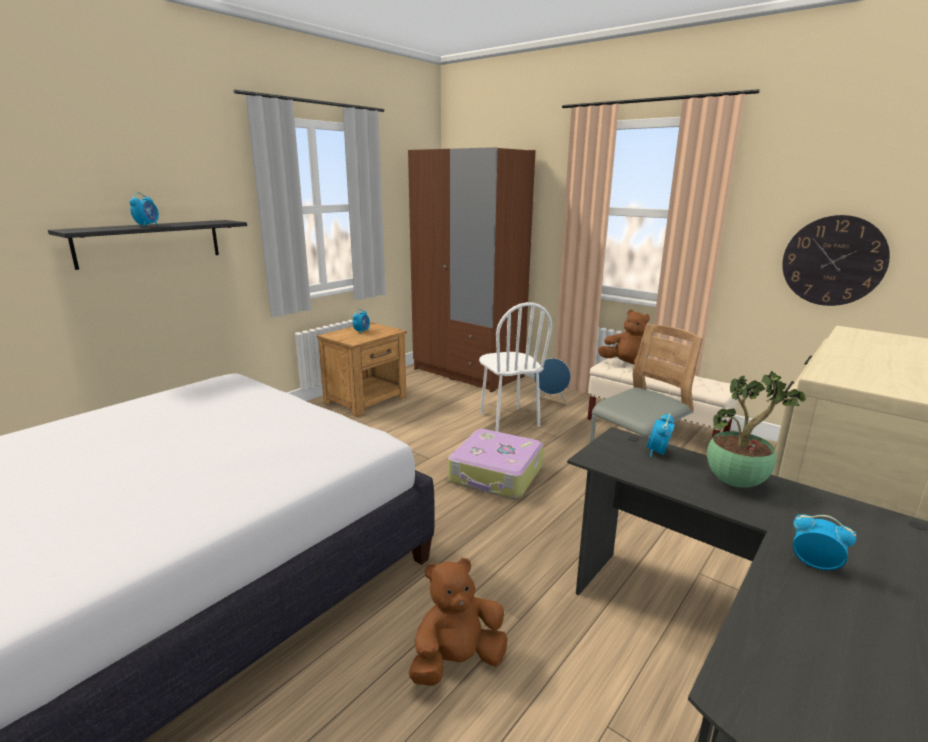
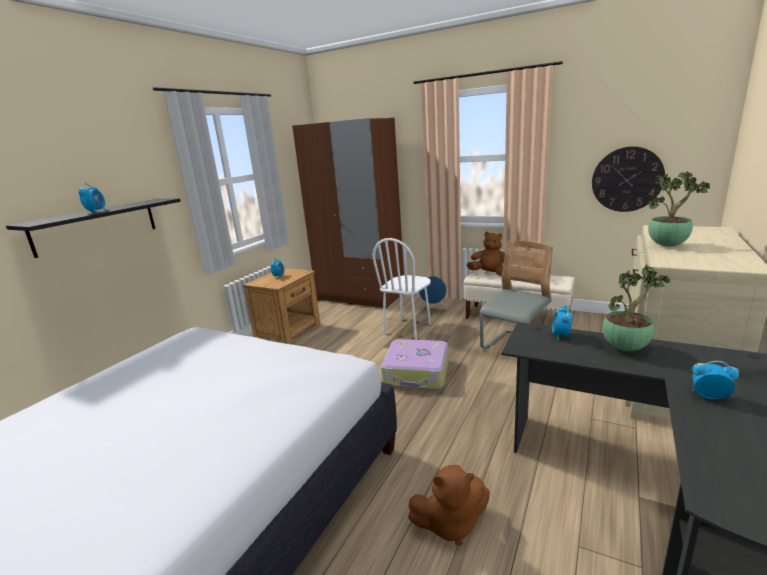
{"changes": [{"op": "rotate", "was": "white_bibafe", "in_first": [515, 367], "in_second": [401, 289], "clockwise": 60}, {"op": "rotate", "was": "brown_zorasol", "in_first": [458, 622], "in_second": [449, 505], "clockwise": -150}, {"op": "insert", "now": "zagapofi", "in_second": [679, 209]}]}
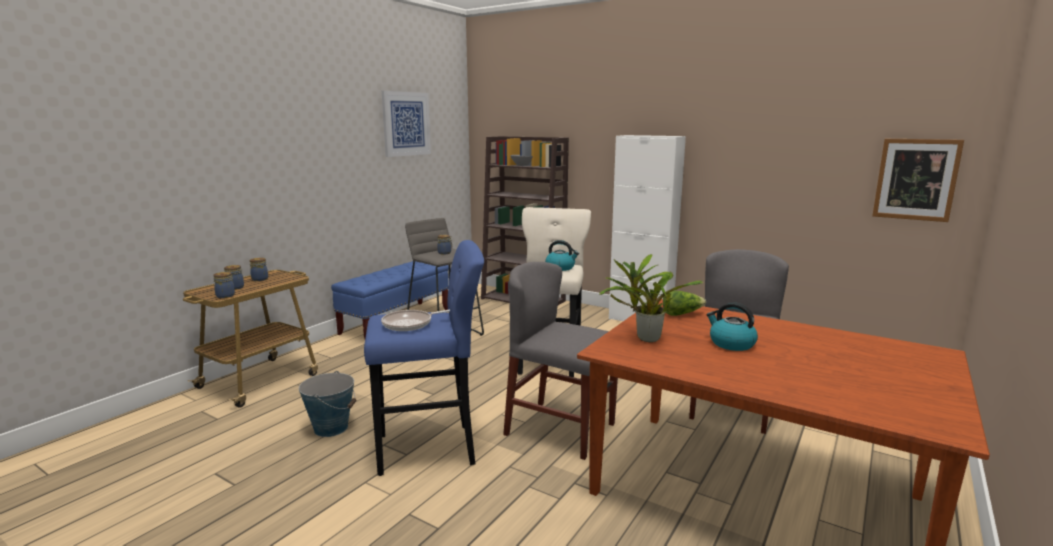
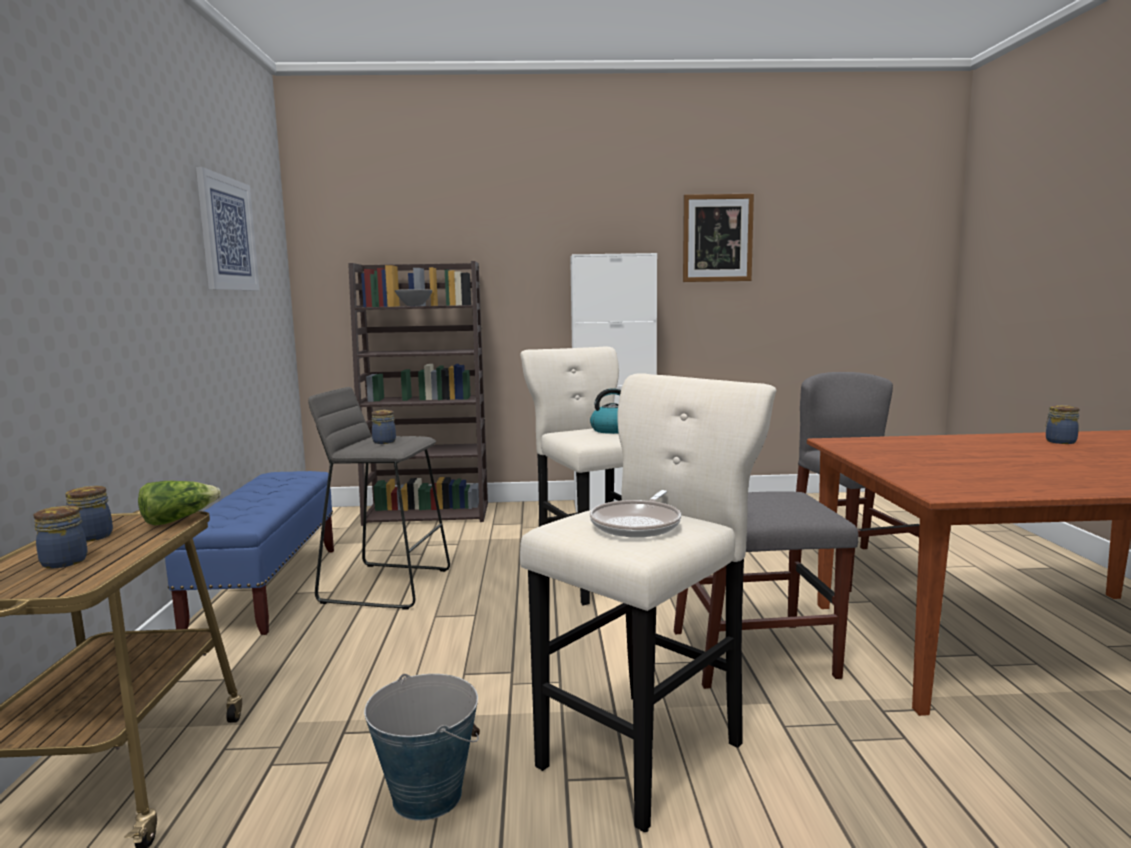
{"changes": [{"op": "move", "was": "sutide", "in_first": [918, 180], "in_second": [718, 238]}, {"op": "recolor", "was": "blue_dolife", "now": "beige_dolife", "in_first": [424, 358], "in_second": [648, 602]}, {"op": "delete", "was": "zagapofi", "in_first": [651, 298]}, {"op": "move", "was": "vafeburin", "in_first": [224, 285], "in_second": [1063, 424]}, {"op": "move", "was": "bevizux", "in_first": [684, 303], "in_second": [179, 503]}, {"op": "delete", "was": "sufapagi", "in_first": [732, 327]}]}
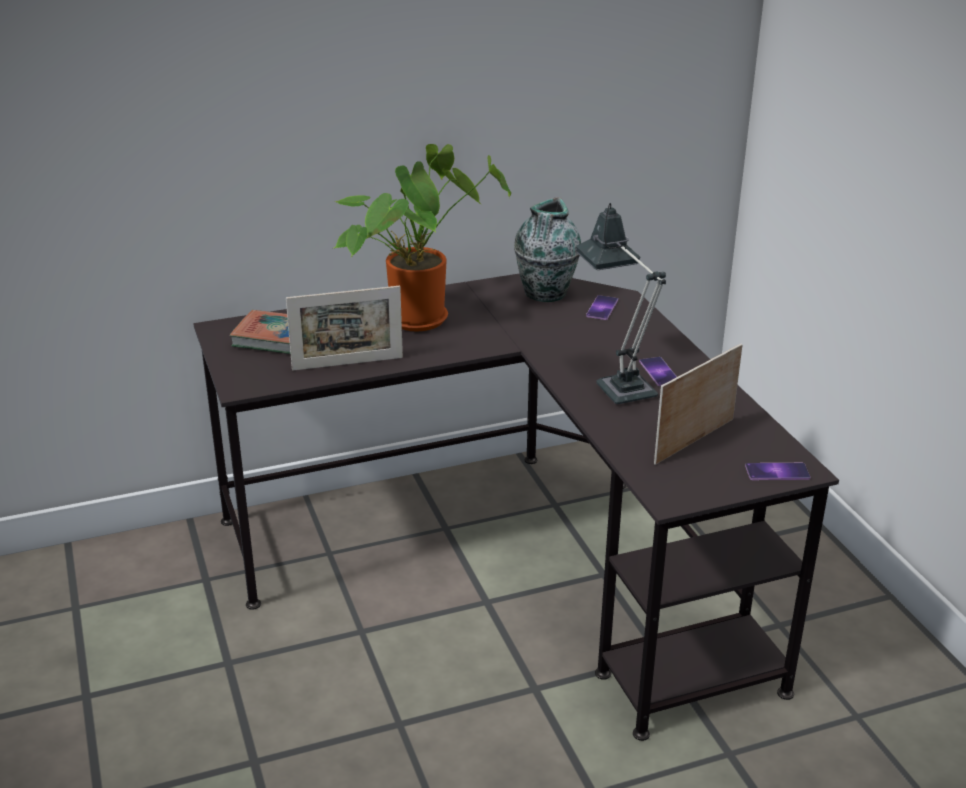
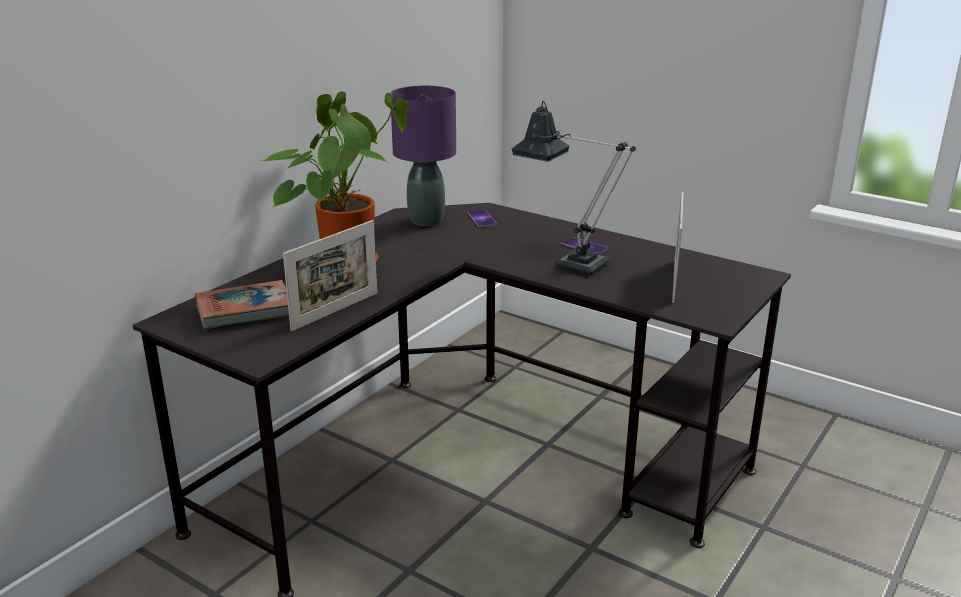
{"changes": [{"op": "replace", "was": "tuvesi", "now": "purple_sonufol", "in_first": [547, 249], "in_second": [423, 156]}, {"op": "delete", "was": "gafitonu", "in_first": [777, 471]}]}
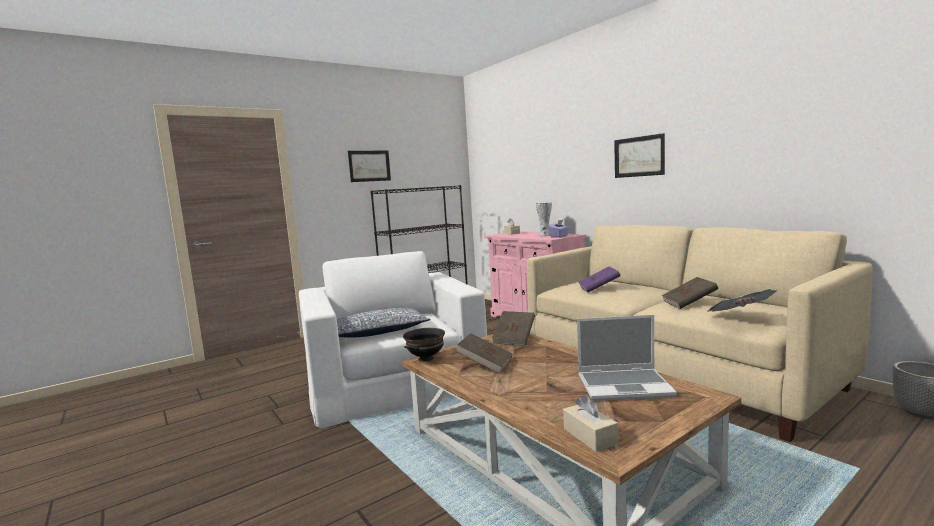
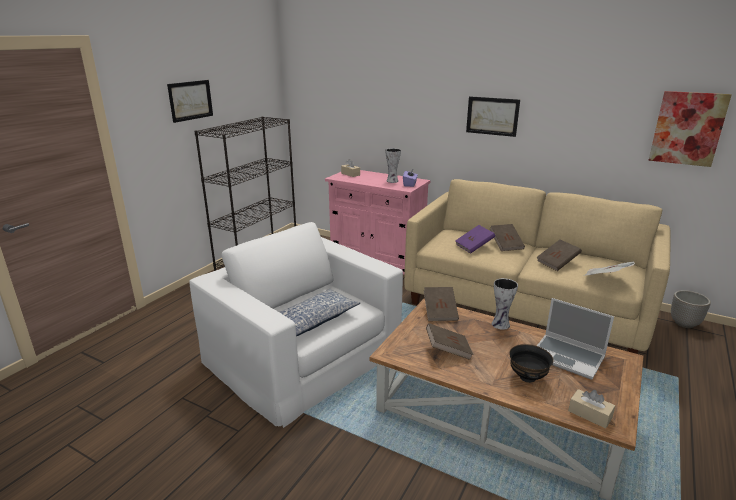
{"changes": [{"op": "rotate", "was": "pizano", "in_first": [627, 358], "in_second": [575, 338], "clockwise": 60}, {"op": "move", "was": "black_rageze", "in_first": [424, 345], "in_second": [531, 363]}, {"op": "insert", "now": "sutide", "in_second": [690, 129]}, {"op": "insert", "now": "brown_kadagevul", "in_second": [507, 237]}, {"op": "insert", "now": "tuvesi", "in_second": [505, 304]}]}
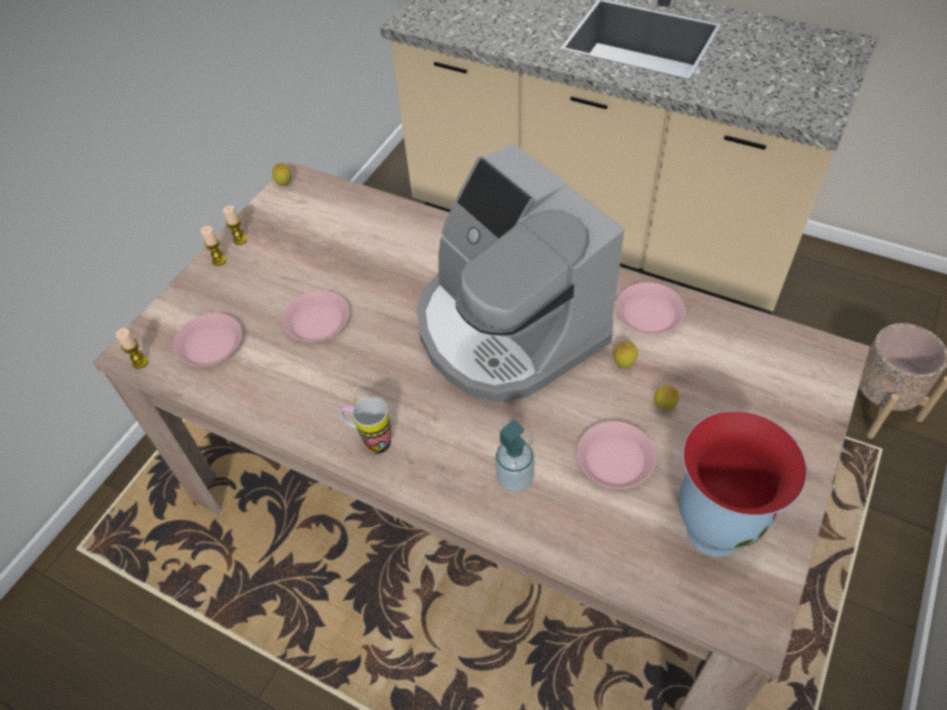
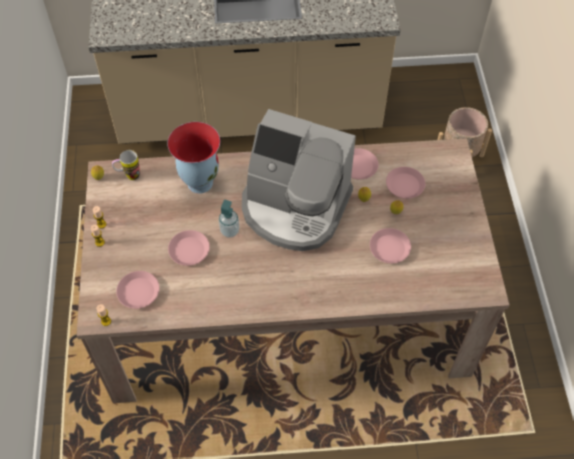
{"changes": [{"op": "move", "was": "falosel", "in_first": [365, 425], "in_second": [126, 165]}, {"op": "move", "was": "tuvesi", "in_first": [743, 483], "in_second": [193, 158]}, {"op": "move", "was": "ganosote", "in_first": [515, 456], "in_second": [229, 219]}, {"op": "insert", "now": "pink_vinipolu", "in_second": [405, 183]}]}
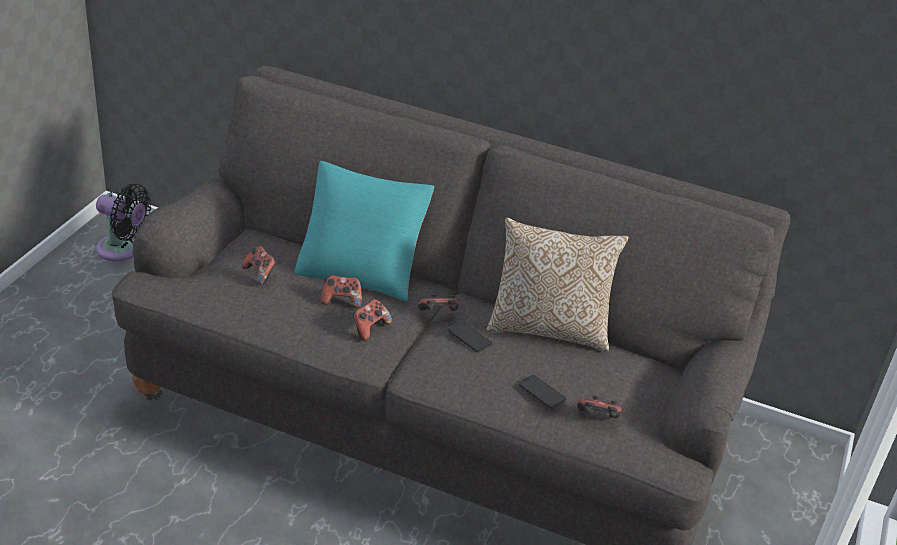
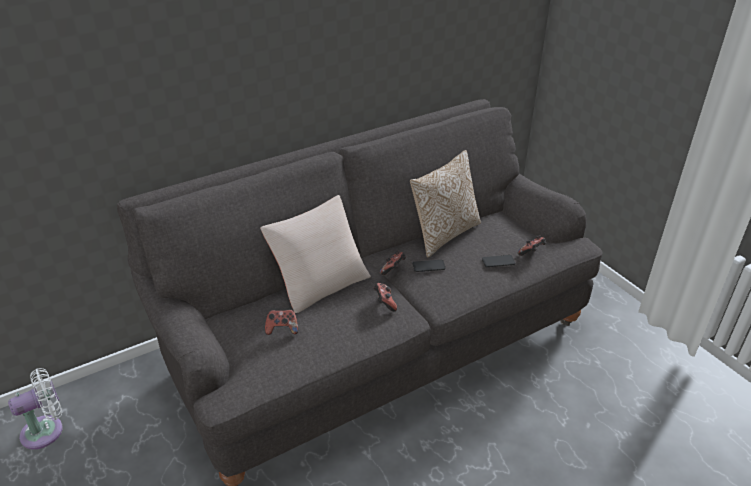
{"changes": [{"op": "recolor", "was": "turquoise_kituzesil", "now": "beige_kituzesil", "in_first": [364, 231], "in_second": [315, 254]}, {"op": "recolor", "was": "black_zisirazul", "now": "white_zisirazul", "in_first": [123, 222], "in_second": [35, 408]}, {"op": "delete", "was": "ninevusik", "in_first": [341, 291]}]}
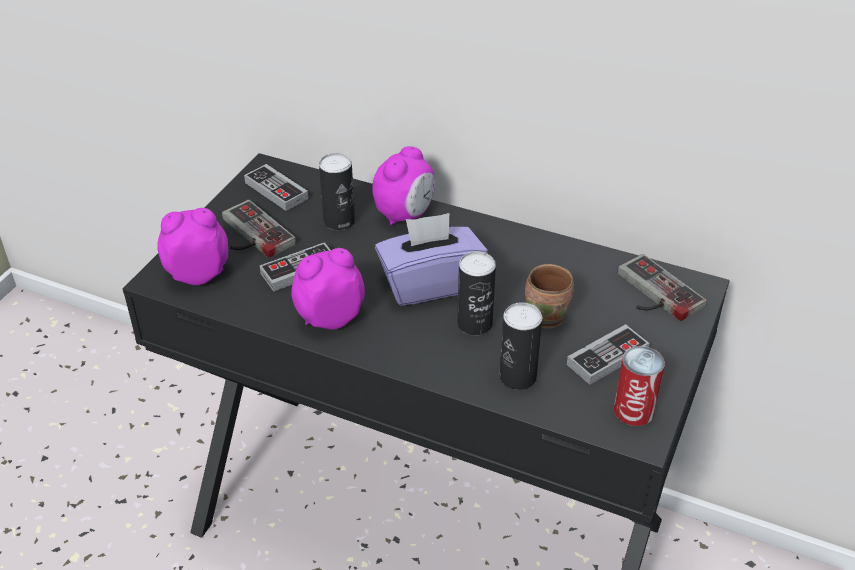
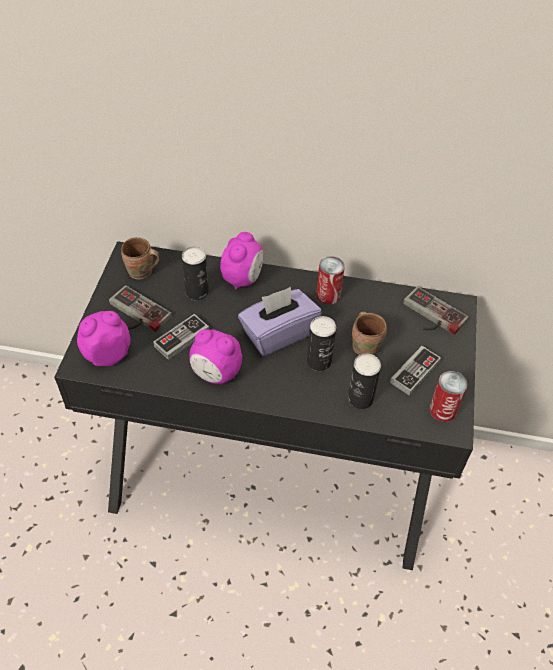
{"changes": [{"op": "replace", "was": "ninevusik", "now": "brown_falosel", "in_first": [276, 187], "in_second": [140, 258]}, {"op": "rotate", "was": "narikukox", "in_first": [328, 288], "in_second": [215, 356], "clockwise": -120}, {"op": "insert", "now": "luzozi", "in_second": [330, 280]}]}
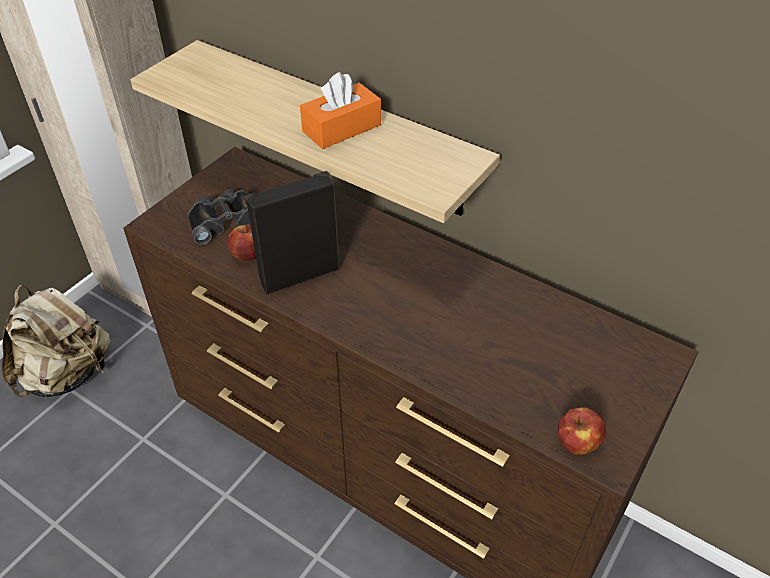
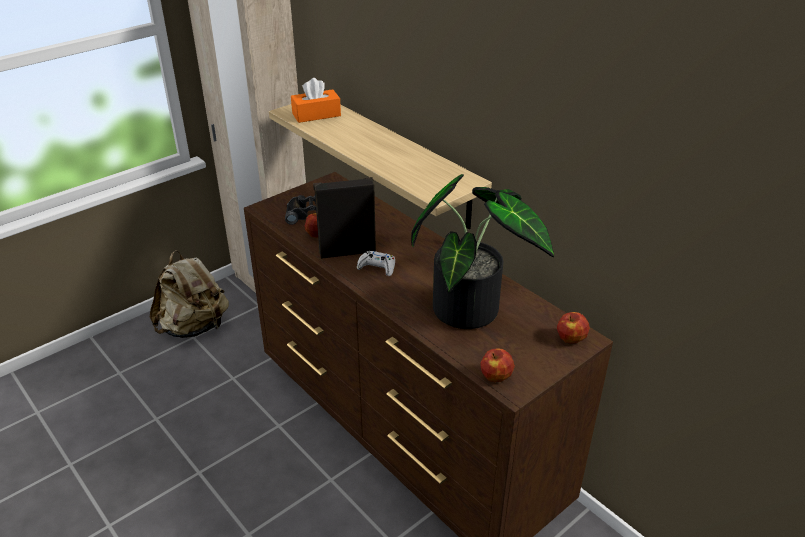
{"changes": [{"op": "move", "was": "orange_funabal", "in_first": [340, 110], "in_second": [316, 100]}, {"op": "insert", "now": "zagapofi", "in_second": [482, 251]}, {"op": "insert", "now": "white_ninevusik", "in_second": [376, 263]}, {"op": "insert", "now": "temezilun", "in_second": [573, 328]}]}
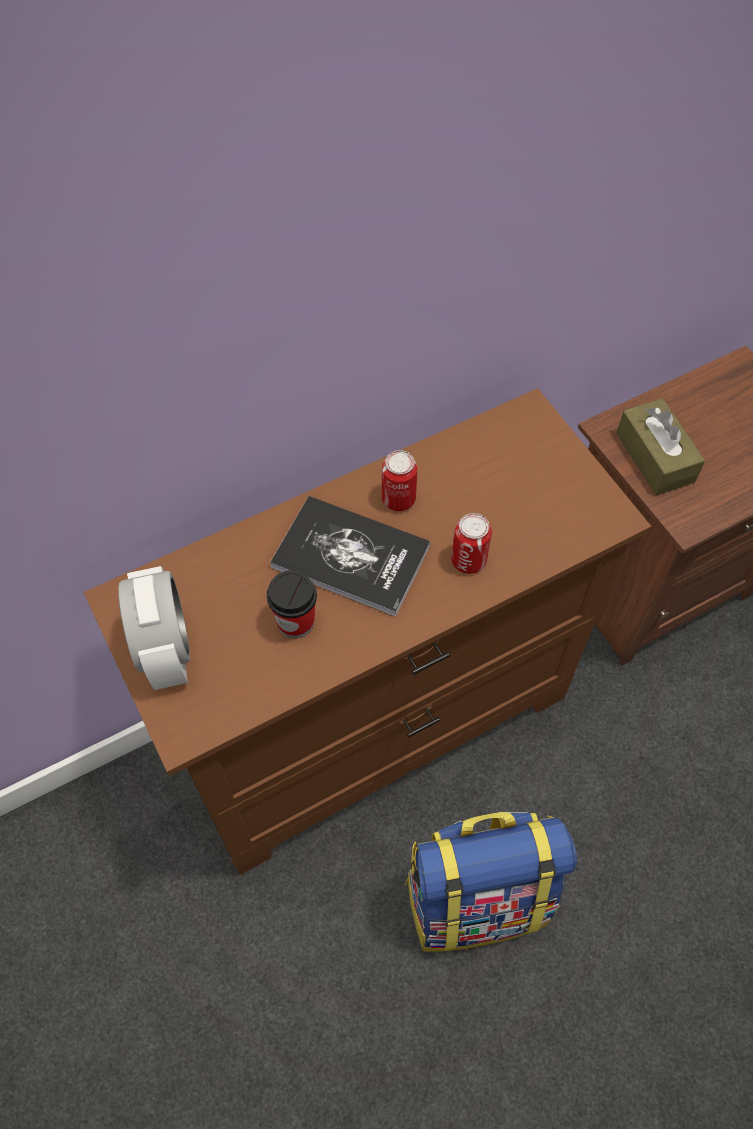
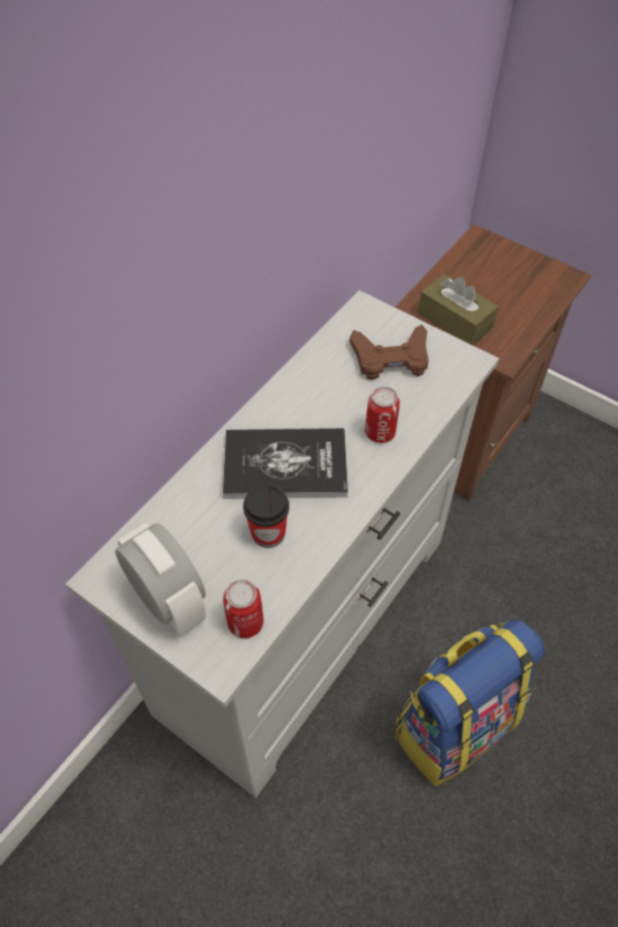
{"changes": [{"op": "recolor", "was": "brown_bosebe", "now": "white_bosebe", "in_first": [367, 631], "in_second": [282, 544]}, {"op": "move", "was": "luzozi", "in_first": [399, 480], "in_second": [243, 609]}, {"op": "insert", "now": "brown_ninevusik", "in_second": [389, 352]}]}
